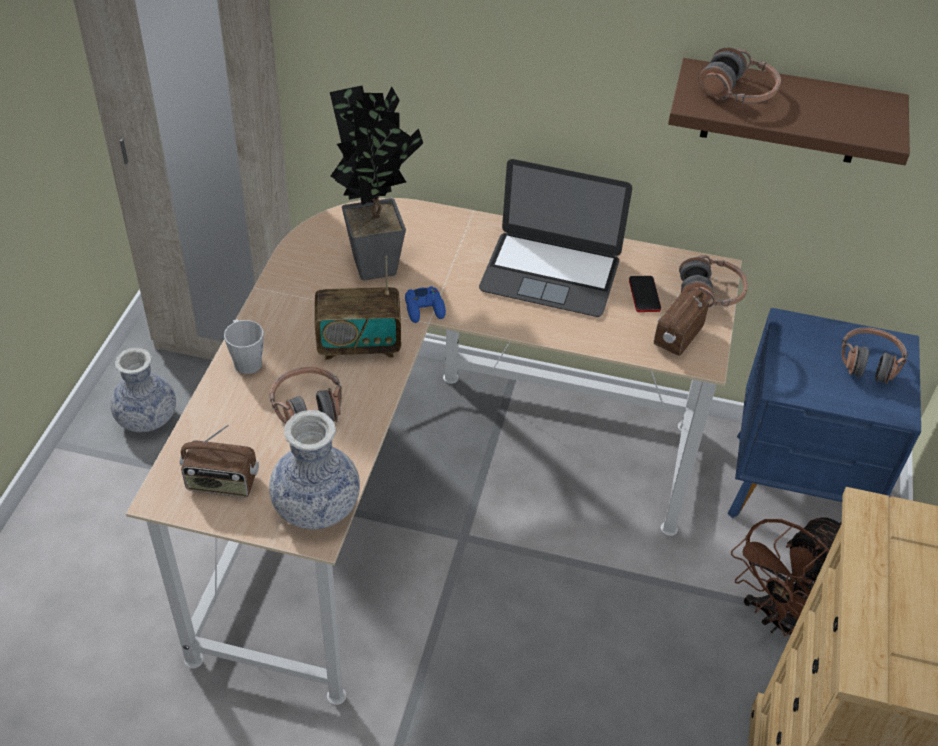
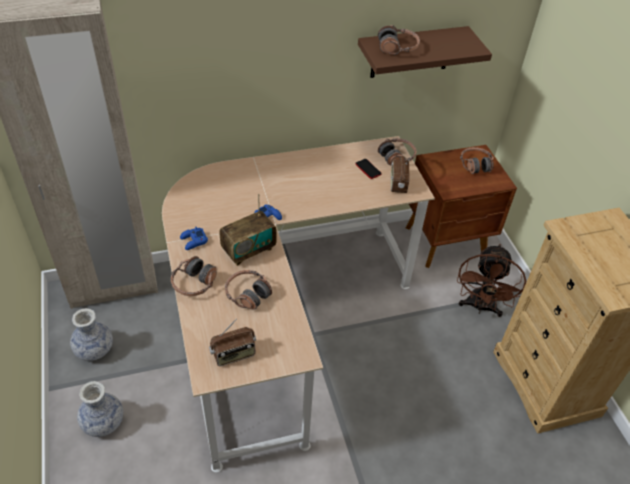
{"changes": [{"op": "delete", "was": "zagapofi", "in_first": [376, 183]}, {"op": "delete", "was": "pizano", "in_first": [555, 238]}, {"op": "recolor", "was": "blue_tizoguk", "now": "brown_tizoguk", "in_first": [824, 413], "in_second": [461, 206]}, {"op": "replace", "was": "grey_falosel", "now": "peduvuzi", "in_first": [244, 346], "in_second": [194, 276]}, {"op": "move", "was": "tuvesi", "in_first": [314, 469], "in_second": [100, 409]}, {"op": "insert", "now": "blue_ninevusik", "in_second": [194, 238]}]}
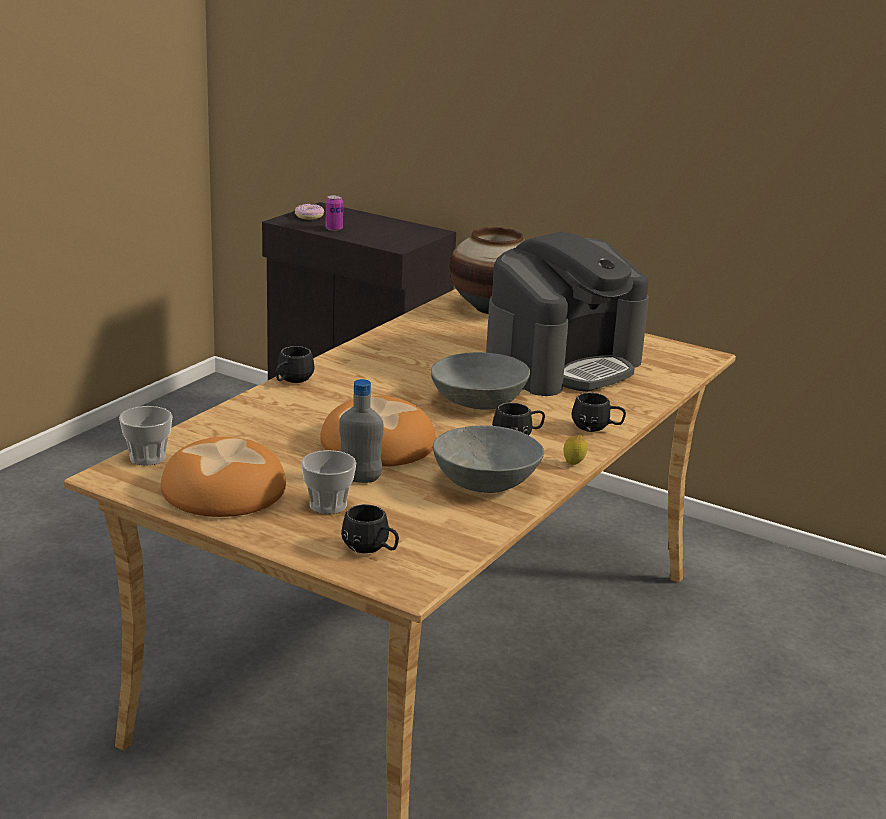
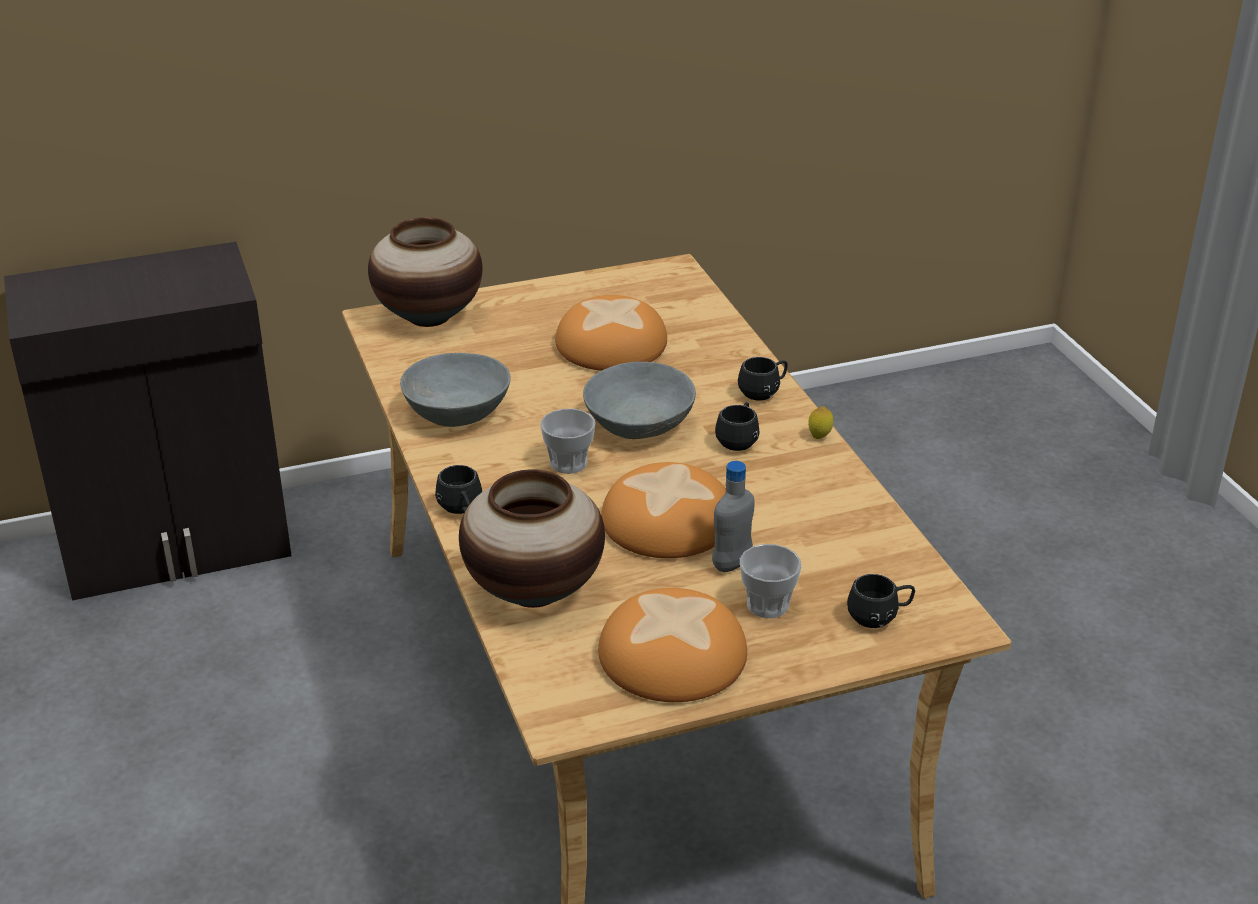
{"changes": [{"op": "delete", "was": "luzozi", "in_first": [334, 213]}, {"op": "delete", "was": "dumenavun", "in_first": [309, 212]}, {"op": "replace", "was": "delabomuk", "now": "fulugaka", "in_first": [567, 313], "in_second": [611, 333]}, {"op": "move", "was": "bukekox", "in_first": [145, 436], "in_second": [568, 441]}, {"op": "move", "was": "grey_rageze", "in_first": [488, 459], "in_second": [455, 390]}, {"op": "insert", "now": "tuvesi", "in_second": [532, 538]}]}
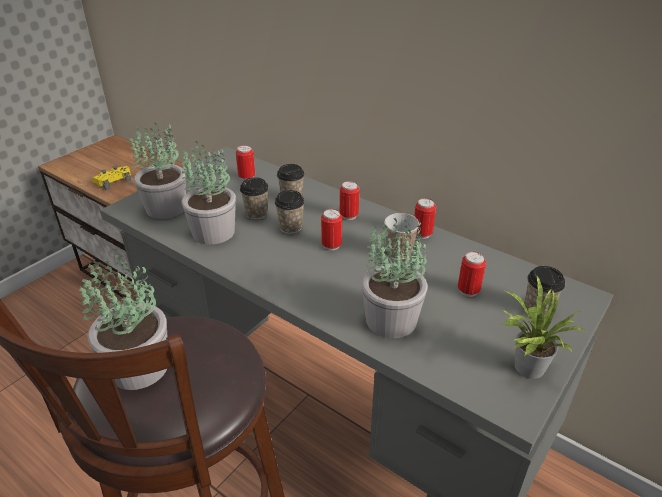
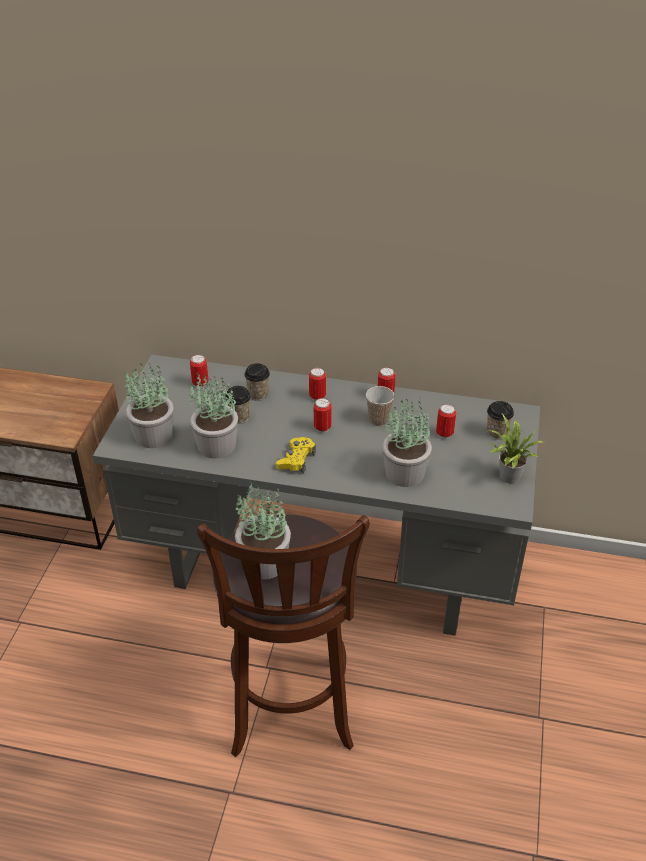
{"changes": [{"op": "move", "was": "yellow_ninevusik", "in_first": [111, 178], "in_second": [296, 455]}, {"op": "delete", "was": "bukekox", "in_first": [290, 212]}]}
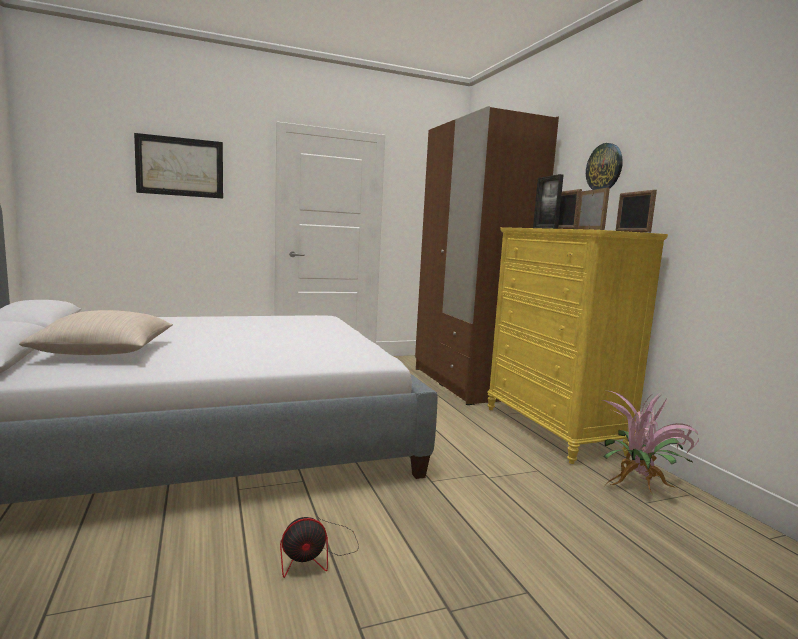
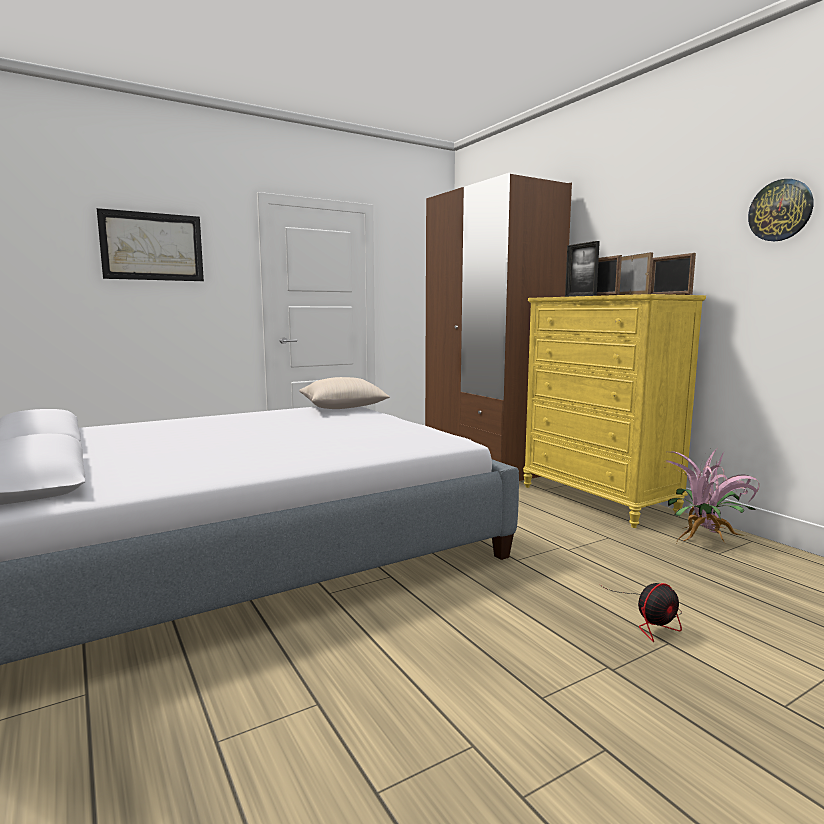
{"changes": [{"op": "move", "was": "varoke", "in_first": [604, 166], "in_second": [780, 210]}, {"op": "move", "was": "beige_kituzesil", "in_first": [96, 332], "in_second": [344, 393]}, {"op": "move", "was": "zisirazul", "in_first": [319, 545], "in_second": [641, 612]}]}
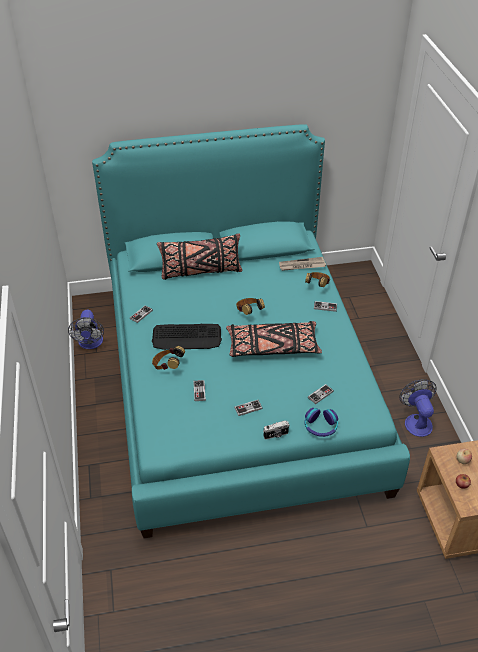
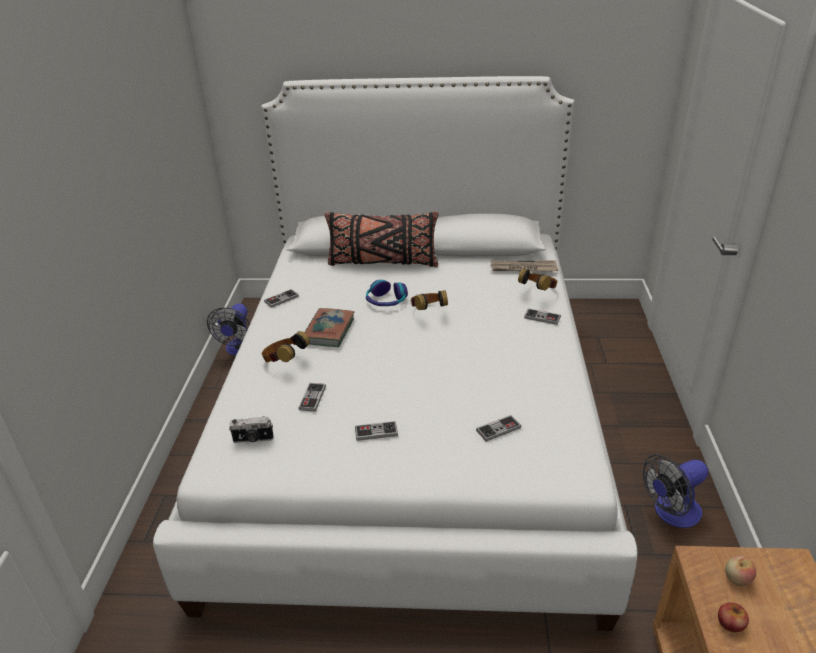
{"changes": [{"op": "recolor", "was": "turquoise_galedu", "now": "white_galedu", "in_first": [251, 331], "in_second": [395, 353]}, {"op": "delete", "was": "black_kituzesil", "in_first": [274, 339]}, {"op": "replace", "was": "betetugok", "now": "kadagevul", "in_first": [187, 337], "in_second": [329, 327]}, {"op": "rotate", "was": "zisirazul", "in_first": [418, 408], "in_second": [675, 491], "clockwise": -120}, {"op": "move", "was": "peduvuzi", "in_first": [321, 422], "in_second": [387, 293]}, {"op": "move", "was": "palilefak", "in_first": [276, 430], "in_second": [251, 430]}]}
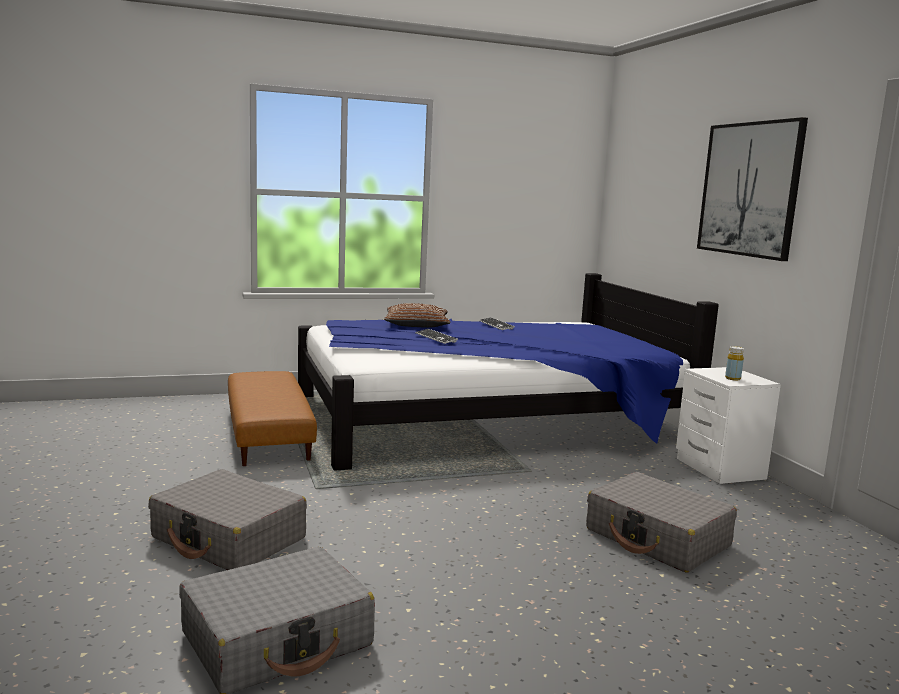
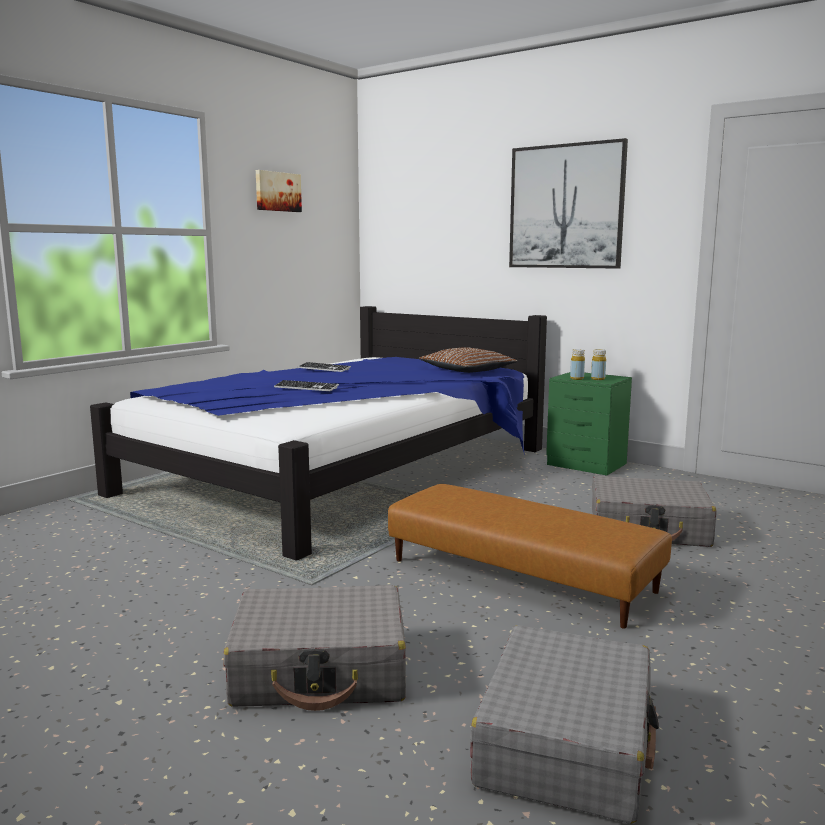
{"changes": [{"op": "move", "was": "brown_kituzesil", "in_first": [417, 315], "in_second": [468, 360]}, {"op": "recolor", "was": "white_tizoguk", "now": "green_tizoguk", "in_first": [728, 425], "in_second": [589, 423]}, {"op": "move", "was": "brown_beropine", "in_first": [272, 418], "in_second": [530, 556]}, {"op": "insert", "now": "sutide", "in_second": [279, 191]}, {"op": "insert", "now": "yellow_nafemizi", "in_second": [577, 364]}]}
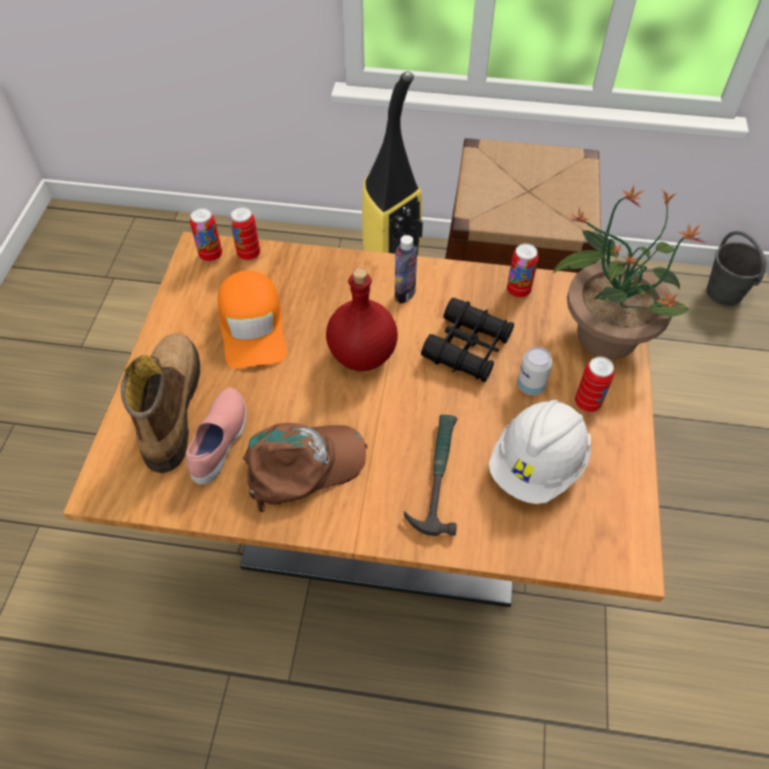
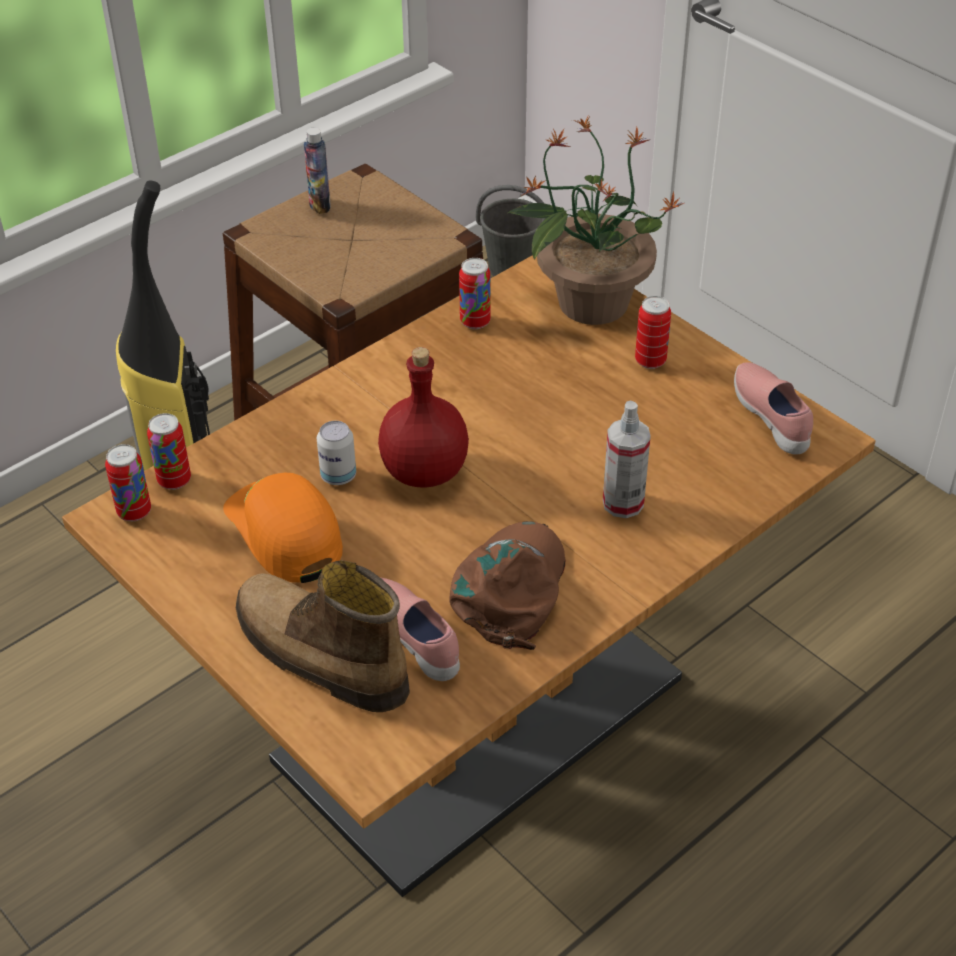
{"changes": [{"op": "move", "was": "nafemizi", "in_first": [406, 269], "in_second": [317, 171]}, {"op": "rotate", "was": "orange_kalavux", "in_first": [252, 319], "in_second": [283, 528], "clockwise": -150}, {"op": "delete", "was": "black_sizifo", "in_first": [467, 339]}, {"op": "move", "was": "luzozi", "in_first": [534, 371], "in_second": [336, 453]}, {"op": "delete", "was": "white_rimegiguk", "in_first": [540, 452]}, {"op": "replace", "was": "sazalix", "now": "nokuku", "in_first": [430, 475], "in_second": [627, 459]}, {"op": "insert", "now": "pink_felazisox", "in_second": [773, 408]}]}
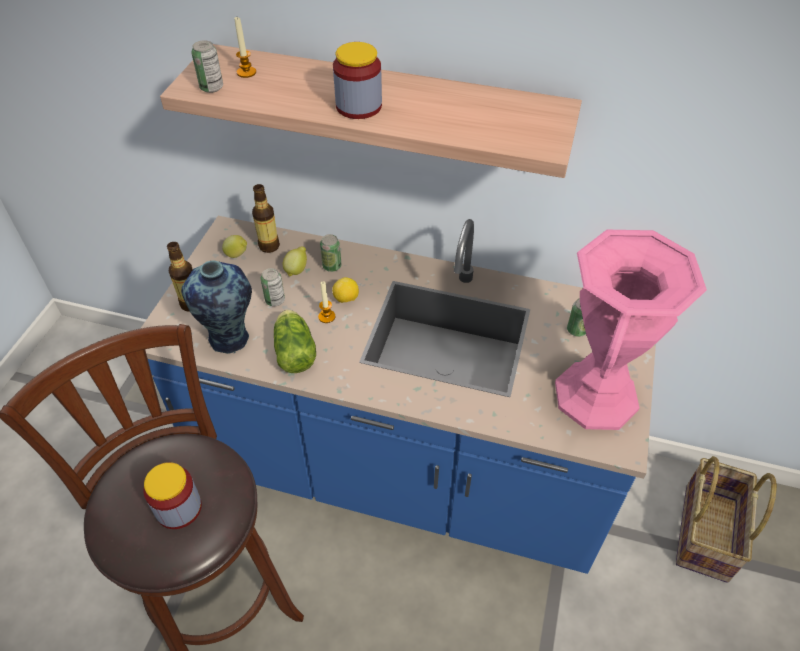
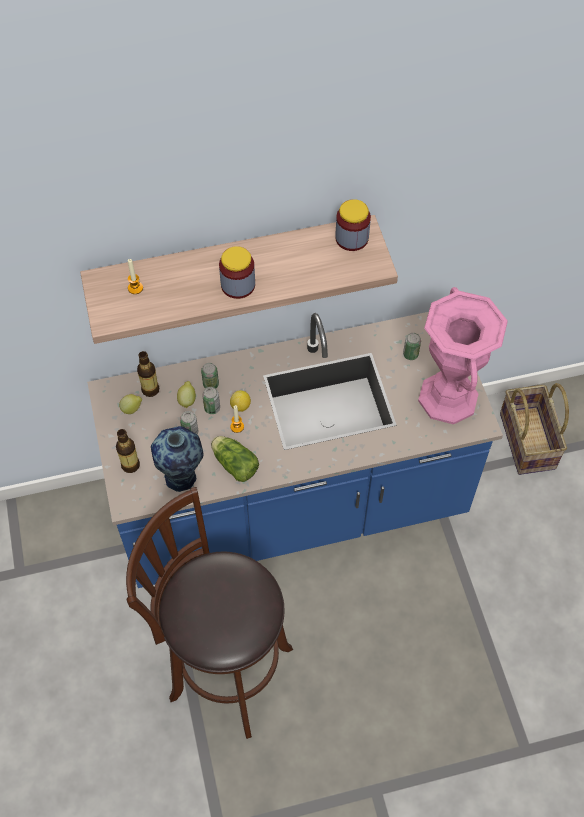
{"changes": [{"op": "move", "was": "luzozi", "in_first": [207, 66], "in_second": [211, 400]}, {"op": "move", "was": "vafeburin", "in_first": [172, 495], "in_second": [353, 225]}]}
